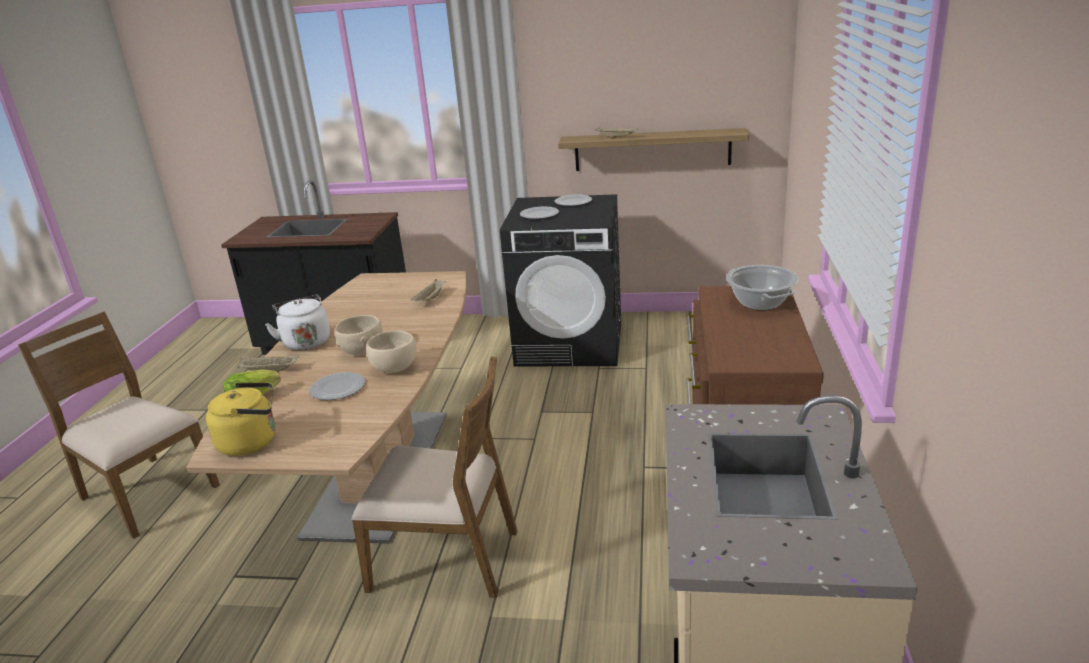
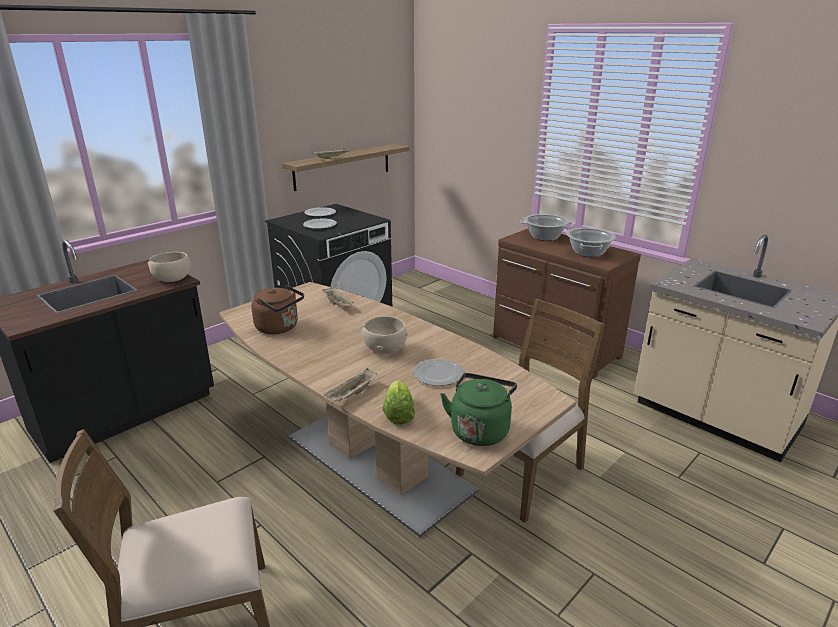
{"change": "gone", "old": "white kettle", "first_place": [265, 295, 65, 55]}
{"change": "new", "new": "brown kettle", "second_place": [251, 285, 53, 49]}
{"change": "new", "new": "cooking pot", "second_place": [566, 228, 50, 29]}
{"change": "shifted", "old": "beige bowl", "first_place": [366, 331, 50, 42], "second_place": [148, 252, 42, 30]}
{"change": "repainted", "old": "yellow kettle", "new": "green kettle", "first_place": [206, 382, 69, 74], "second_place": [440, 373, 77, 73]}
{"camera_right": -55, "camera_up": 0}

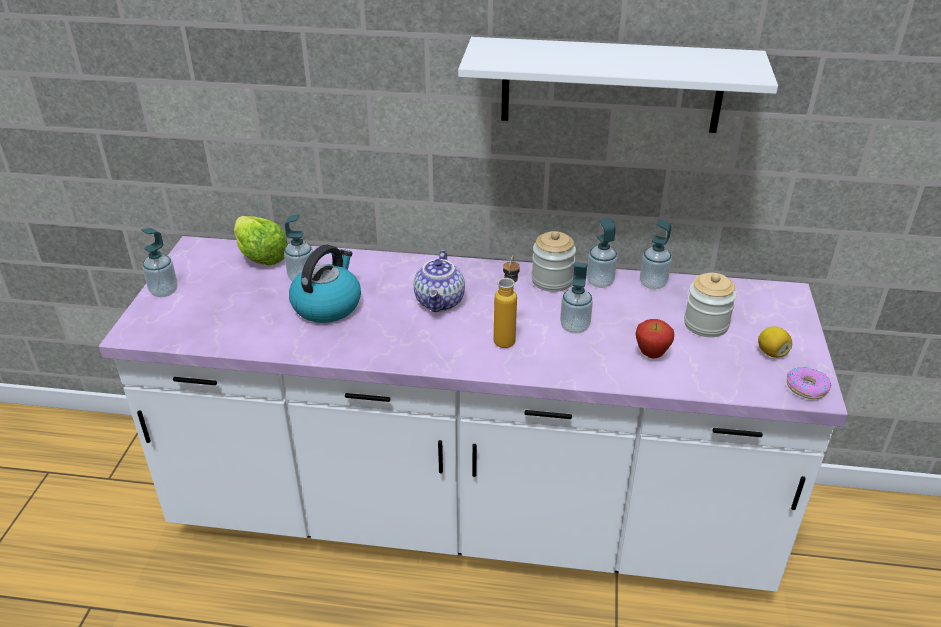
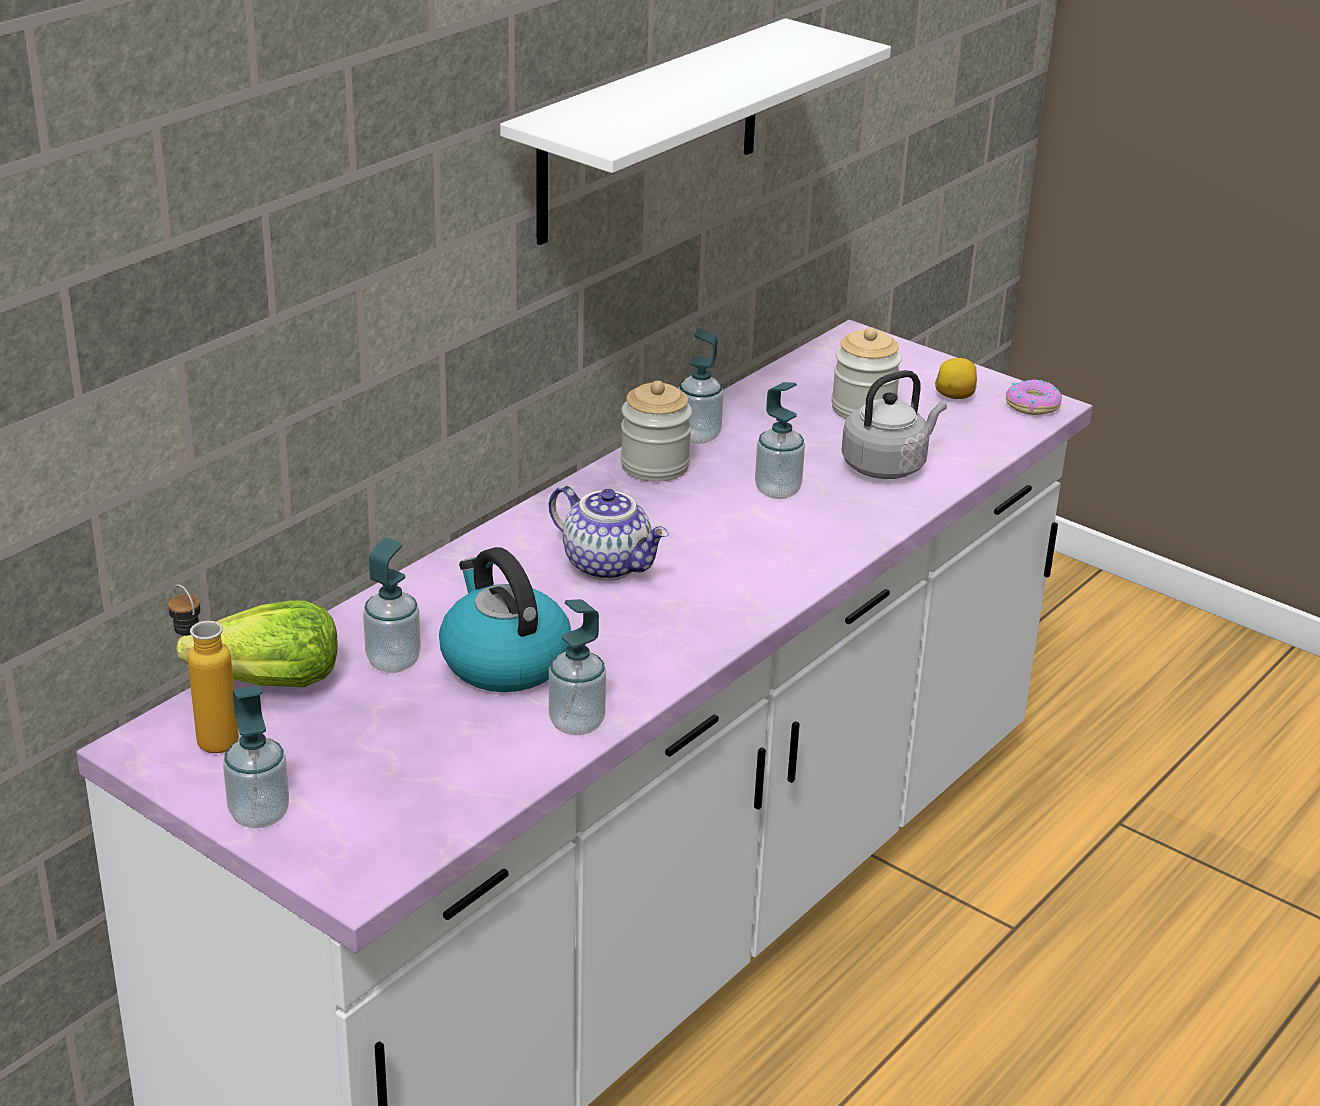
{"change": "shifted", "old": "bottle", "first_place": [494, 256, 26, 92], "second_place": [168, 584, 71, 169]}
{"change": "shifted", "old": "soap dispenser", "first_place": [640, 219, 32, 71], "second_place": [549, 599, 57, 136]}
{"change": "swapped", "old": "apple", "new": "grey kettle", "first_place": [636, 319, 38, 39], "second_place": [841, 370, 106, 109]}
{"camera_right": -60, "camera_up": -5}

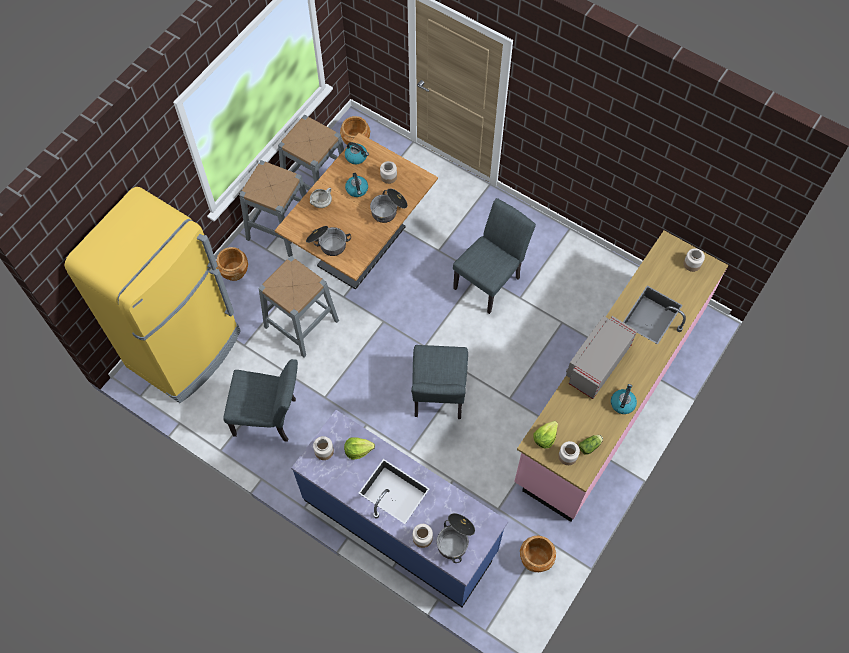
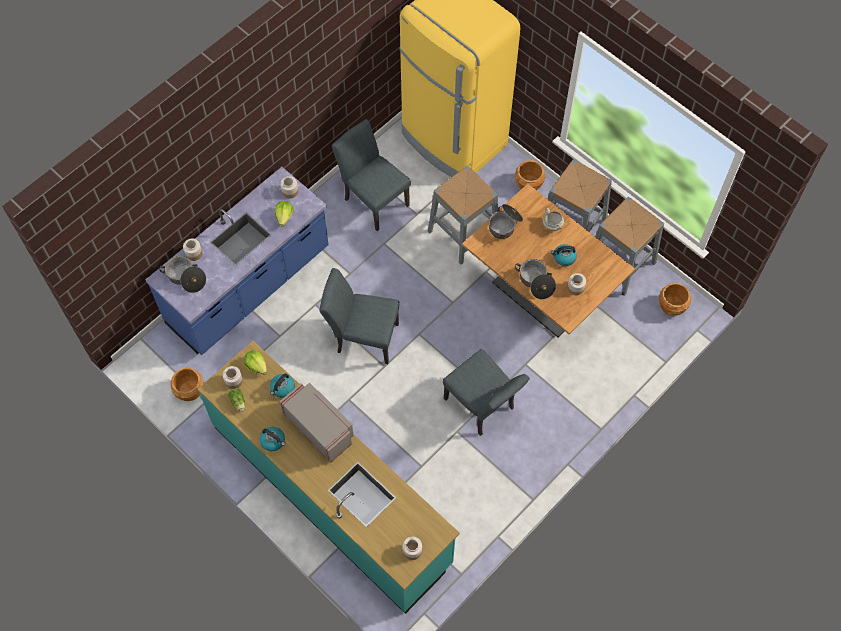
{"change": "shifted", "old": "kettle", "first_place": [345, 142, 24, 22], "second_place": [270, 373, 25, 25]}
{"change": "repainted", "old": "pink counter", "new": "turquoise counter", "first_place": [514, 231, 214, 291], "second_place": [198, 341, 262, 273]}
{"change": "rotated", "old": "grey chair", "first_place": [223, 359, 75, 83], "second_place": [332, 119, 79, 112], "degrees": 120}
{"camera_right": 100, "camera_up": 0}

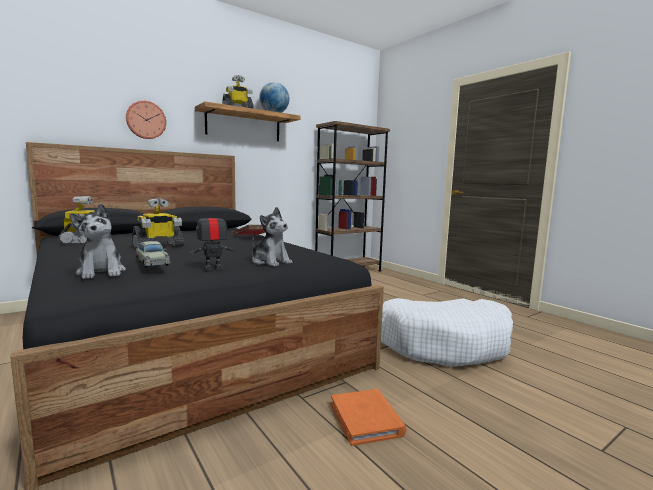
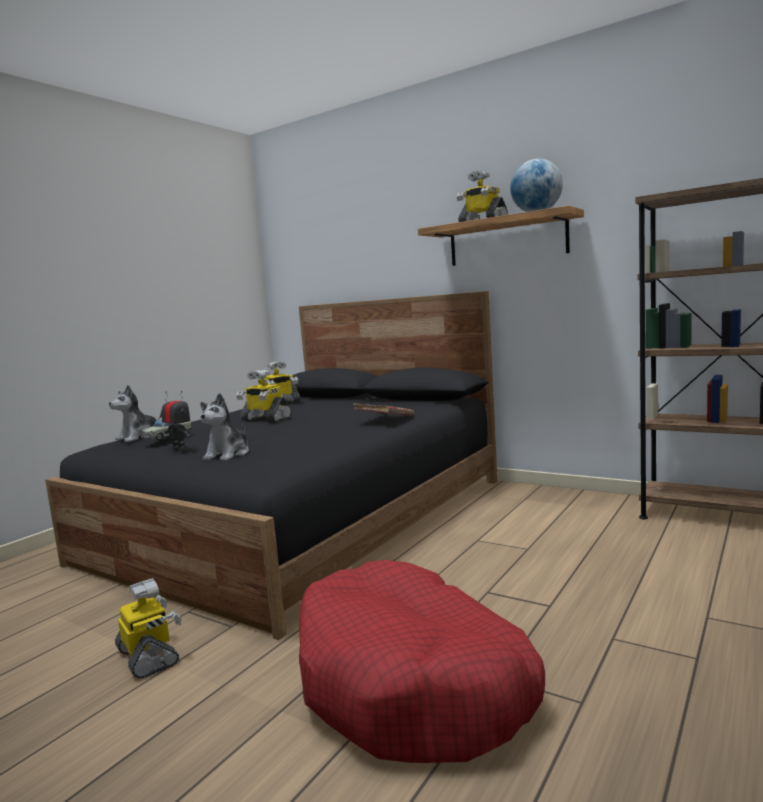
{"change": "gone", "old": "wall clock", "first_place": [126, 100, 40, 39]}
{"change": "swapped", "old": "orange book", "new": "toy robot", "first_place": [331, 389, 75, 57], "second_place": [115, 578, 66, 100]}
{"change": "repainted", "old": "white dog bed", "new": "red dog bed", "first_place": [381, 298, 132, 69], "second_place": [299, 560, 246, 203]}
{"camera_right": 70, "camera_up": 0}

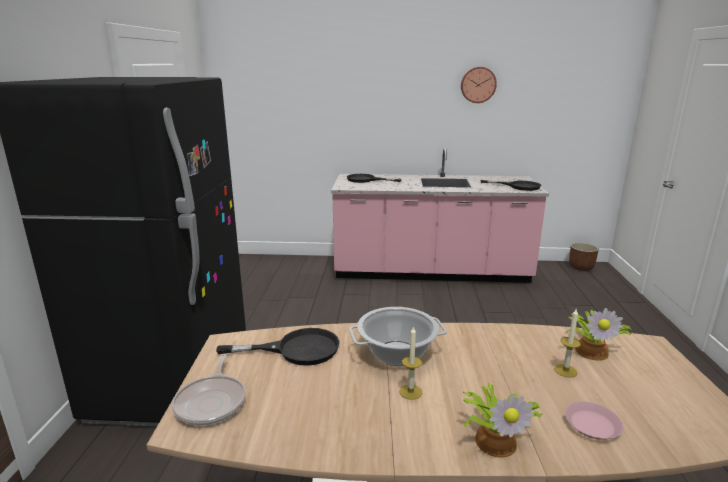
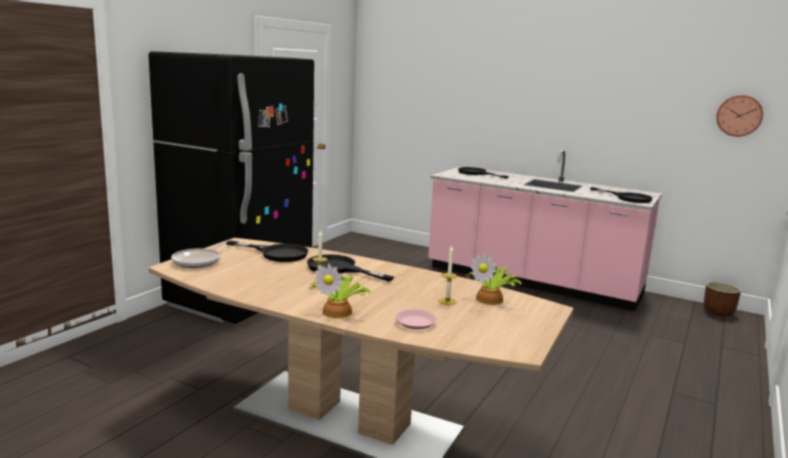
{"change": "shifted", "old": "wall clock", "first_place": [461, 67, 36, 36], "second_place": [716, 95, 47, 42]}
{"change": "swapped", "old": "cooking pot", "new": "black frying pan", "first_place": [349, 307, 98, 59], "second_place": [307, 254, 87, 28]}
{"camera_right": 25, "camera_up": -5}

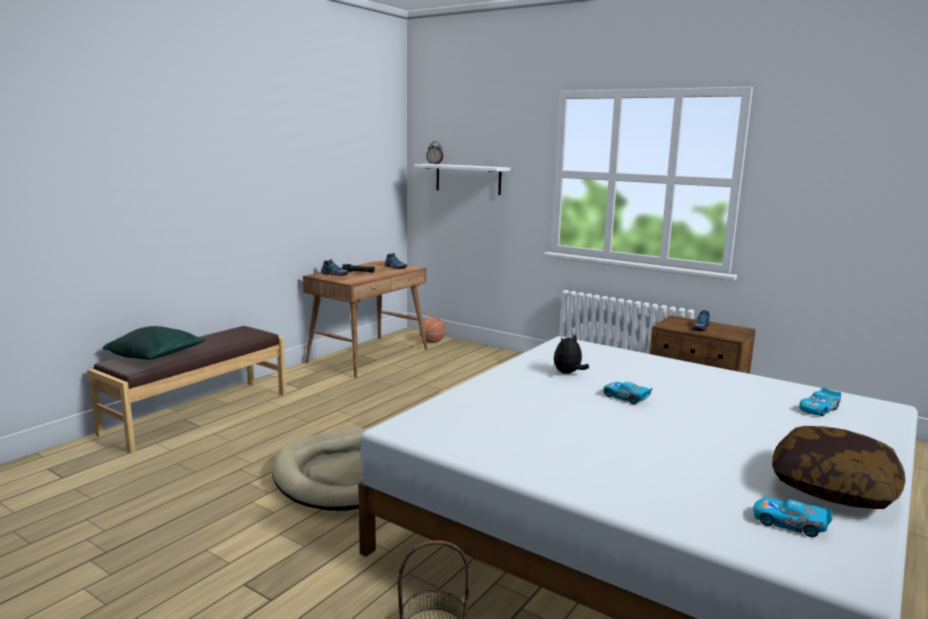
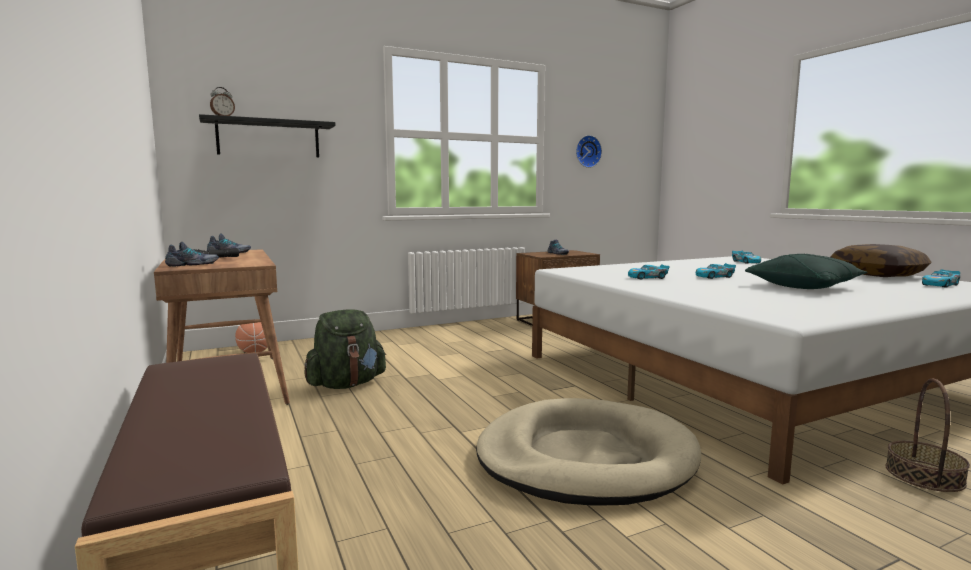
{"change": "new", "new": "green backpack", "second_place": [304, 309, 82, 80]}
{"change": "new", "new": "wall clock", "second_place": [576, 135, 26, 33]}
{"change": "shifted", "old": "green pillow", "first_place": [102, 326, 104, 34], "second_place": [745, 254, 122, 35]}
{"change": "swapped", "old": "plush toy", "new": "toy car", "first_place": [554, 333, 35, 41], "second_place": [628, 264, 42, 16]}
{"change": "repainted", "old": "white shelf", "new": "black shelf", "first_place": [415, 164, 95, 31], "second_place": [199, 114, 136, 43]}
{"camera_right": -60, "camera_up": -5}

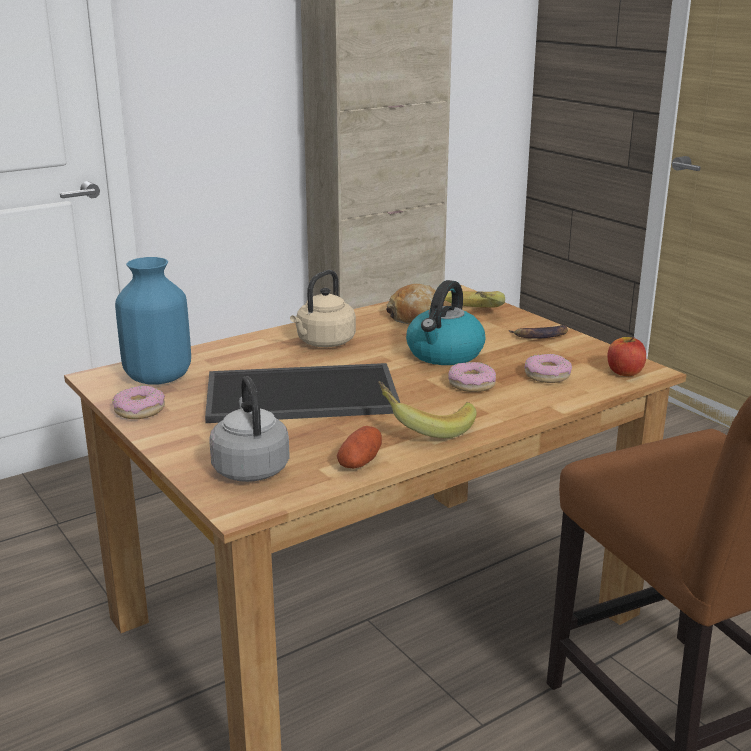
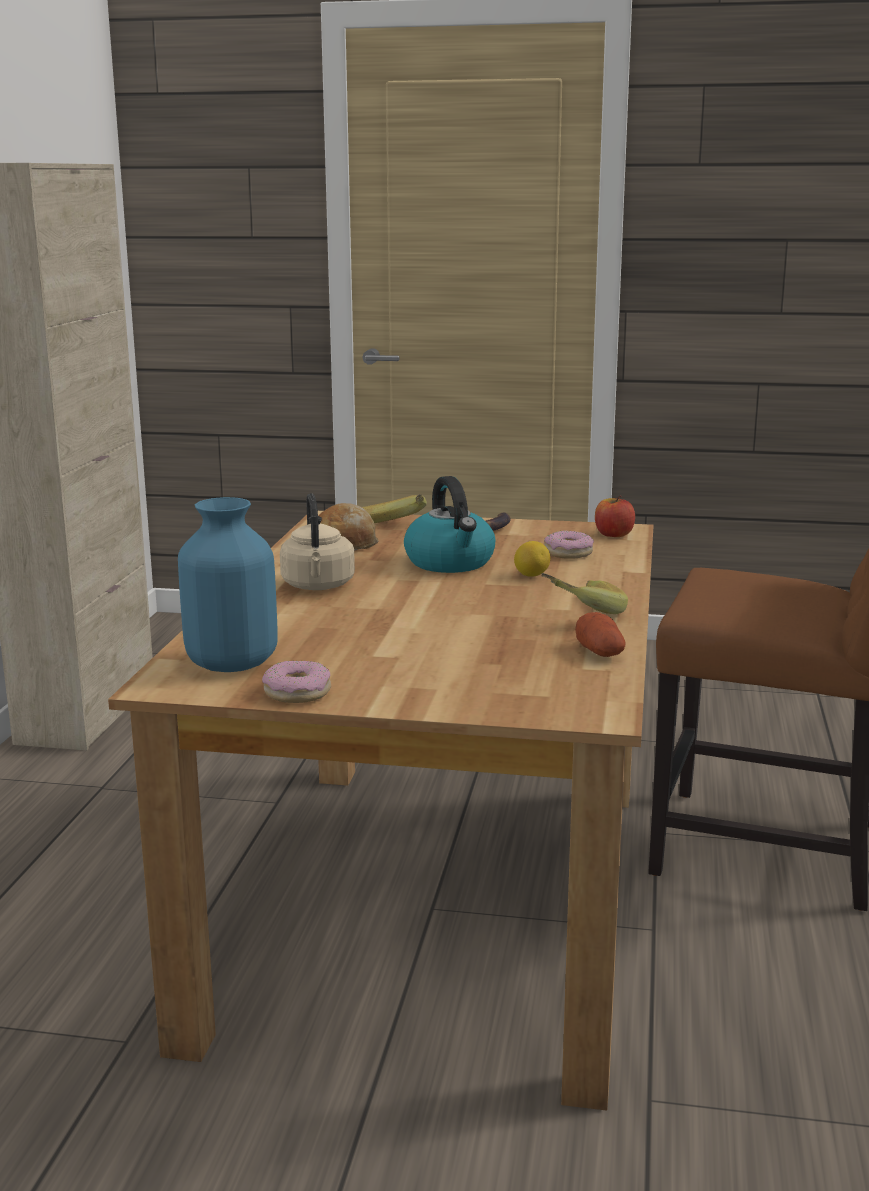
{"change": "gone", "old": "tray", "first_place": [205, 363, 195, 60]}
{"change": "gone", "old": "grey kettle", "first_place": [210, 376, 80, 106]}
{"change": "swapped", "old": "donut", "new": "lemon", "first_place": [449, 362, 47, 30], "second_place": [514, 541, 36, 36]}
{"camera_right": -45, "camera_up": -5}

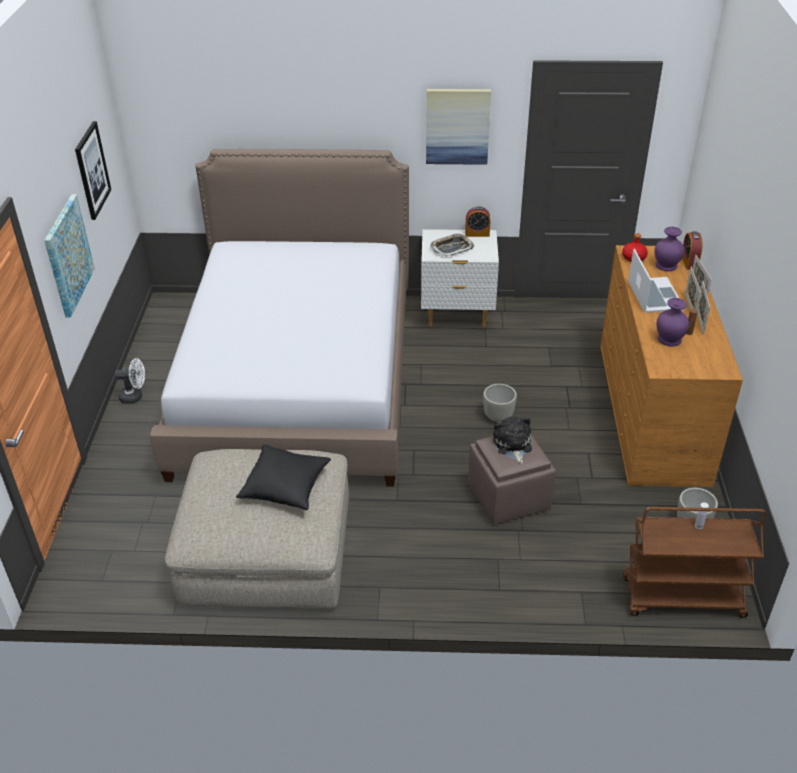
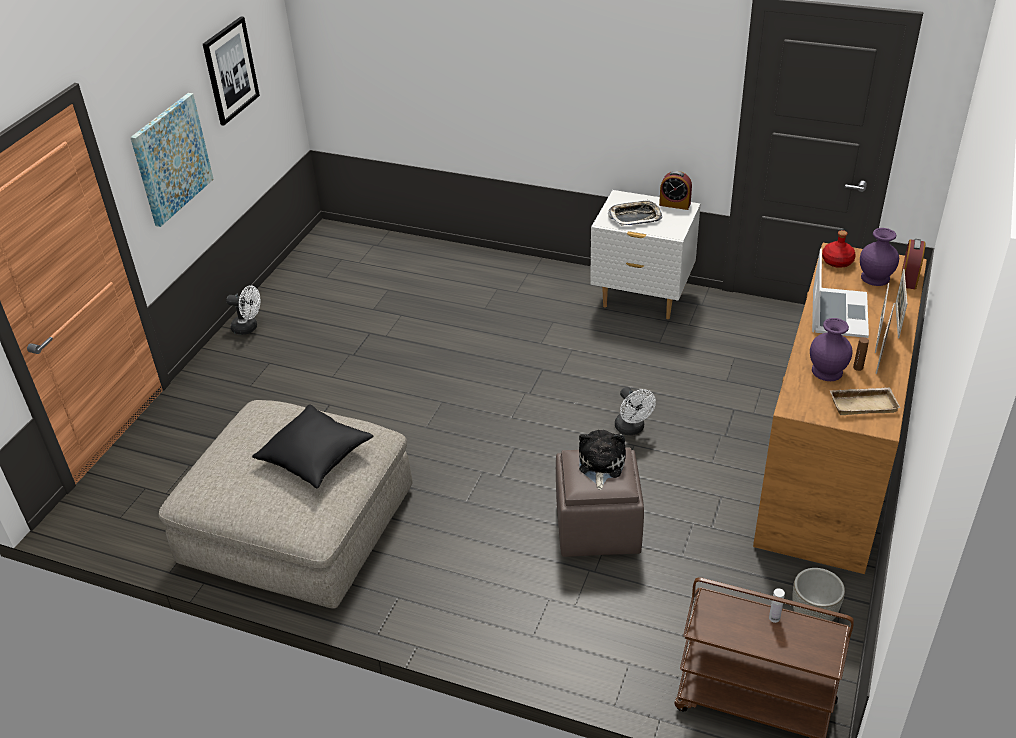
{"change": "gone", "old": "bed", "first_place": [151, 149, 258, 338]}
{"change": "gone", "old": "picture", "first_place": [426, 89, 65, 76]}
{"change": "new", "new": "beige tray", "second_place": [829, 388, 72, 27]}
{"change": "swapped", "old": "grey planter", "new": "white fan", "first_place": [483, 384, 34, 38], "second_place": [615, 387, 41, 48]}
{"camera_right": 20, "camera_up": 0}

